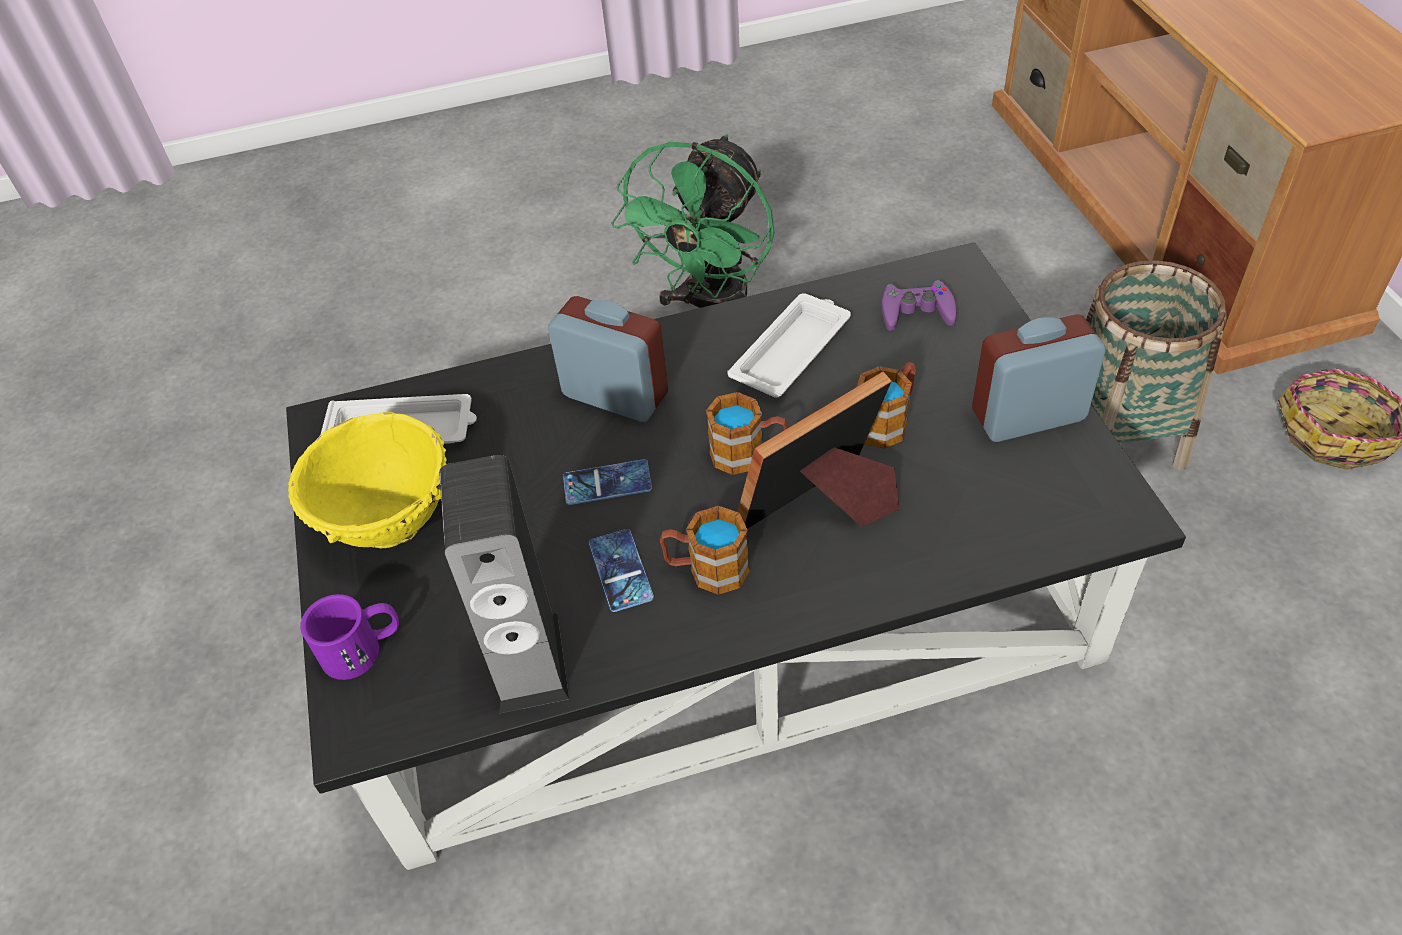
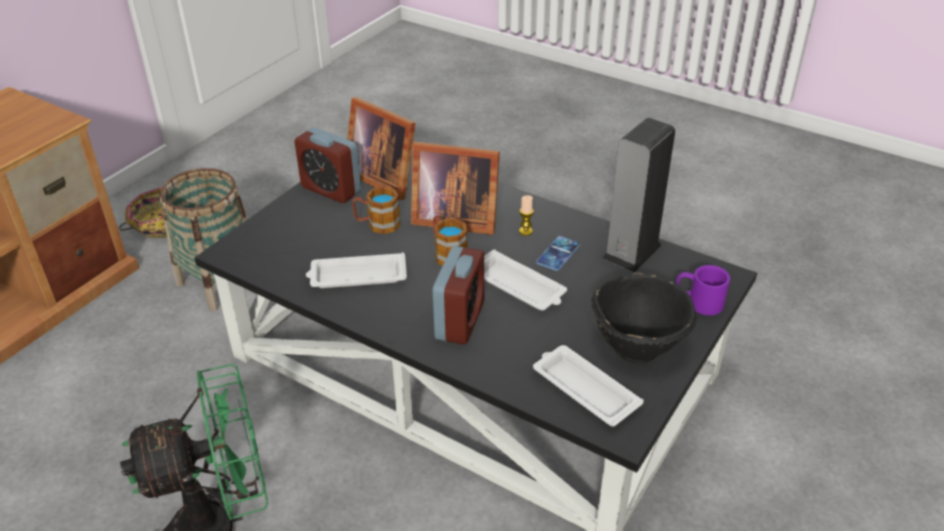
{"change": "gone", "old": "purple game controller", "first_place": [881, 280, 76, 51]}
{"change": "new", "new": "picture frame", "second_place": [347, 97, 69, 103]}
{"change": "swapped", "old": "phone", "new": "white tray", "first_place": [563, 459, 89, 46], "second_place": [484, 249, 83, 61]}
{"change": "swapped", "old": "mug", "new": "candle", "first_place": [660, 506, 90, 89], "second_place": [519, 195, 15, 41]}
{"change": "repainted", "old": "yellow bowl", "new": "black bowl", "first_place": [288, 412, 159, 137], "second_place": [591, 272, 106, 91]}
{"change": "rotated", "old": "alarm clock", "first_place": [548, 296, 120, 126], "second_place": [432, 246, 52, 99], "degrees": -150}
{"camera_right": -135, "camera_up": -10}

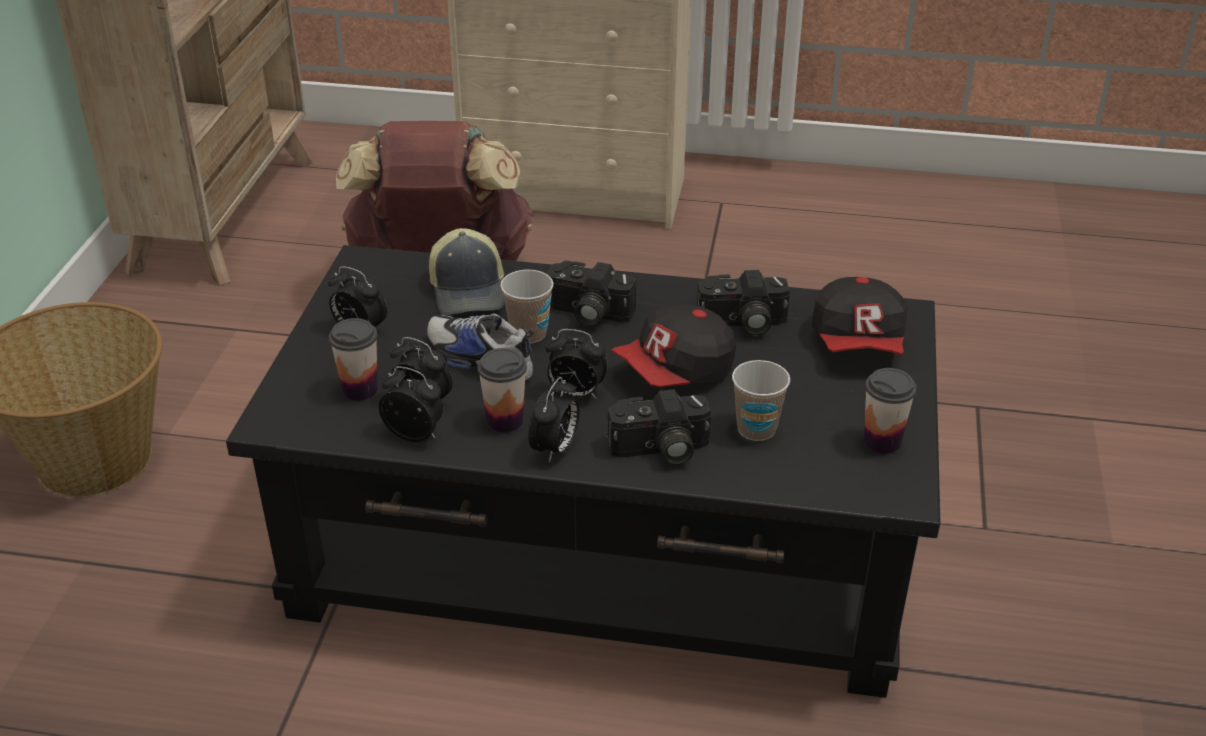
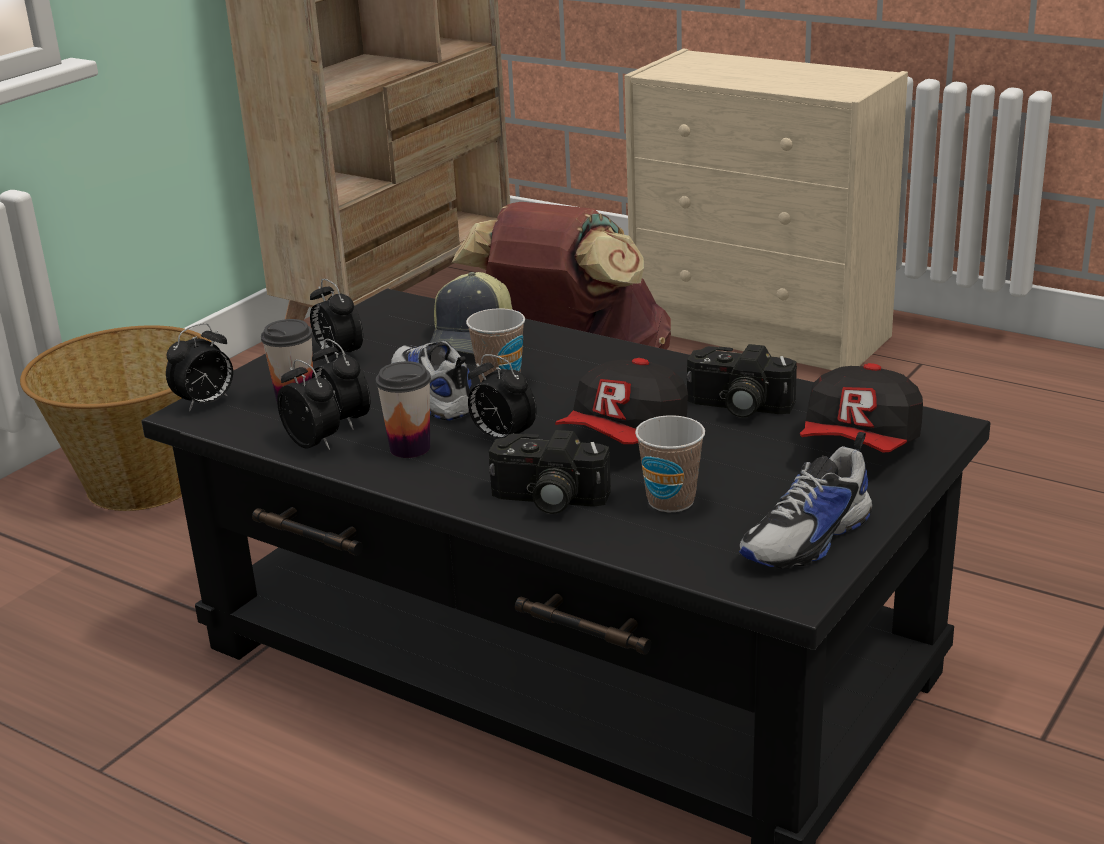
{"change": "gone", "old": "photo camera", "first_place": [546, 261, 90, 66]}
{"change": "shifted", "old": "alarm clock", "first_place": [528, 377, 51, 86], "second_place": [166, 323, 67, 89]}
{"change": "swapped", "old": "cup", "new": "shoe", "first_place": [864, 368, 53, 86], "second_place": [739, 432, 133, 137]}
{"change": "rotated", "old": "cap", "first_place": [611, 305, 125, 82], "second_place": [555, 358, 133, 86], "degrees": -45}
{"camera_right": 25, "camera_up": -10}

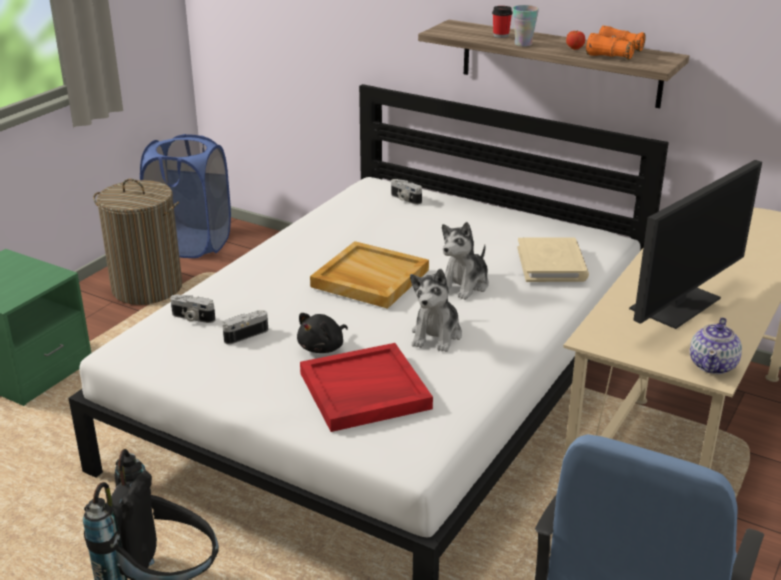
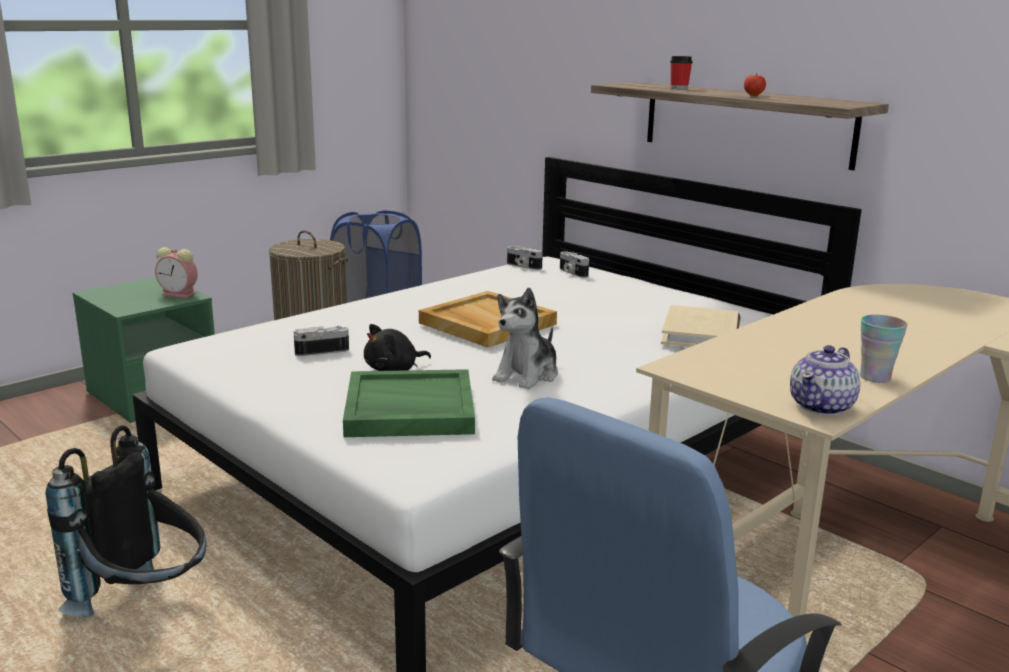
{"change": "gone", "old": "plush toy", "first_place": [442, 222, 47, 78]}
{"change": "gone", "old": "orange binoculars", "first_place": [586, 26, 60, 34]}
{"change": "gone", "old": "monitor", "first_place": [629, 160, 133, 169]}
{"change": "new", "new": "alarm clock", "second_place": [155, 247, 43, 51]}
{"change": "shifted", "old": "photo camera", "first_place": [170, 295, 45, 28], "second_place": [507, 246, 36, 24]}
{"change": "shifted", "old": "cup", "first_place": [513, 5, 26, 41], "second_place": [860, 315, 47, 68]}
{"change": "repainted", "old": "red tray", "new": "green tray", "first_place": [300, 343, 133, 89], "second_place": [343, 369, 132, 68]}
{"camera_right": 15, "camera_up": -10}

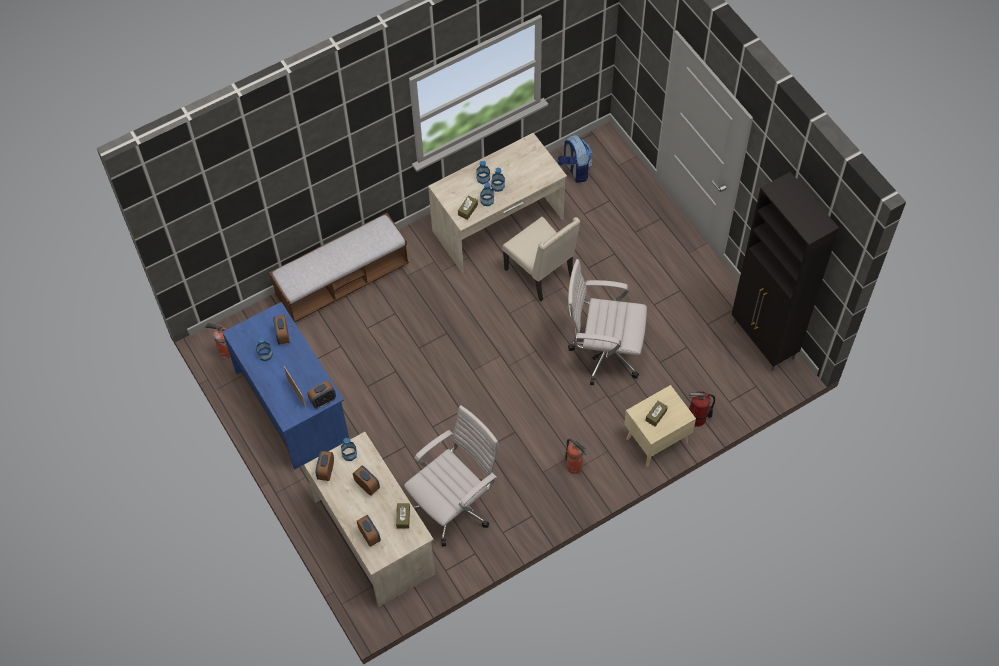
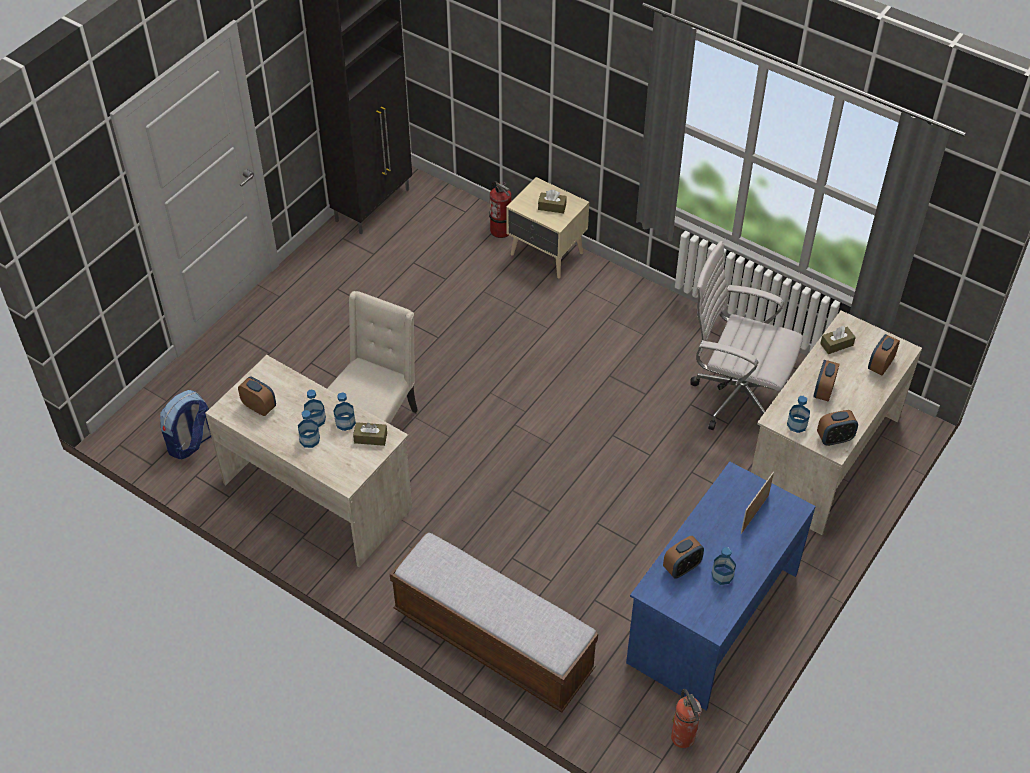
{"change": "gone", "old": "fire extinguisher", "first_place": [564, 438, 23, 36]}
{"change": "gone", "old": "white office chair", "first_place": [568, 259, 79, 126]}
{"change": "shifted", "old": "alarm clock", "first_place": [307, 381, 29, 28], "second_place": [238, 377, 38, 39]}
{"camera_right": -115, "camera_up": -10}

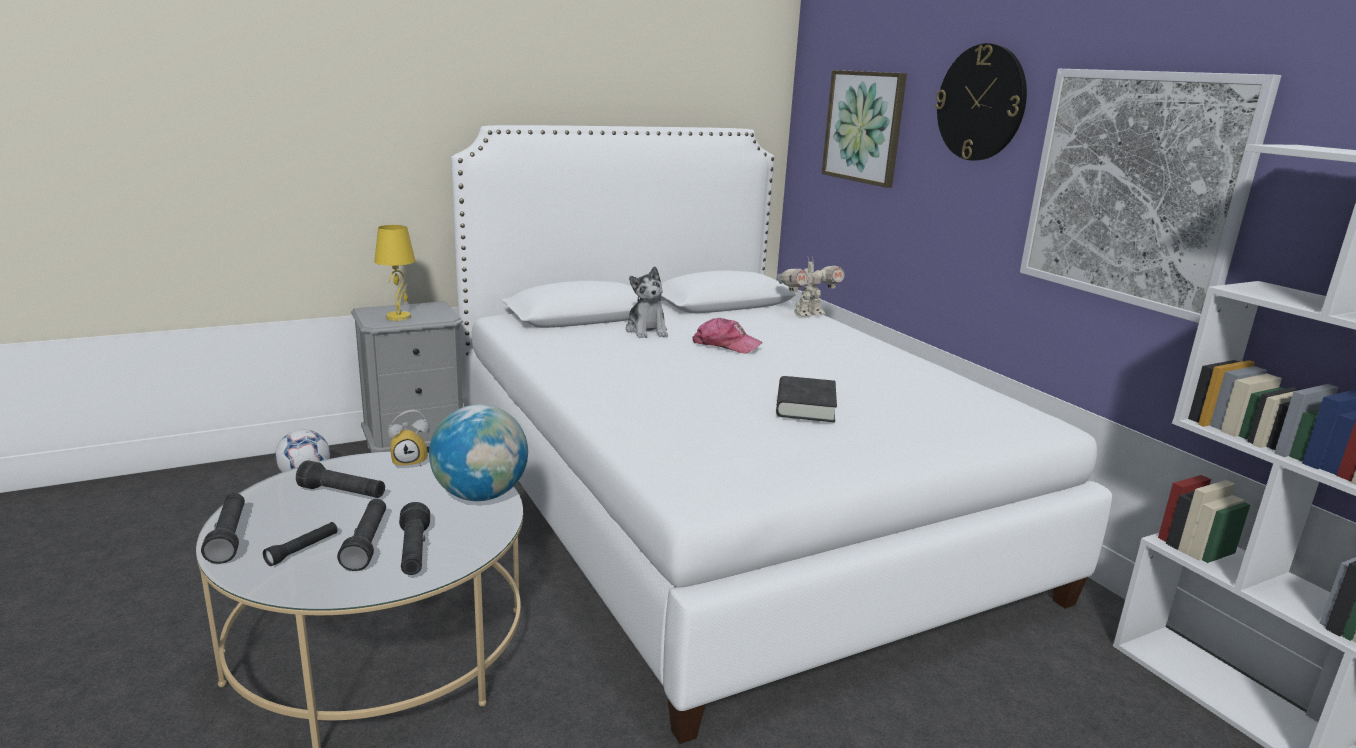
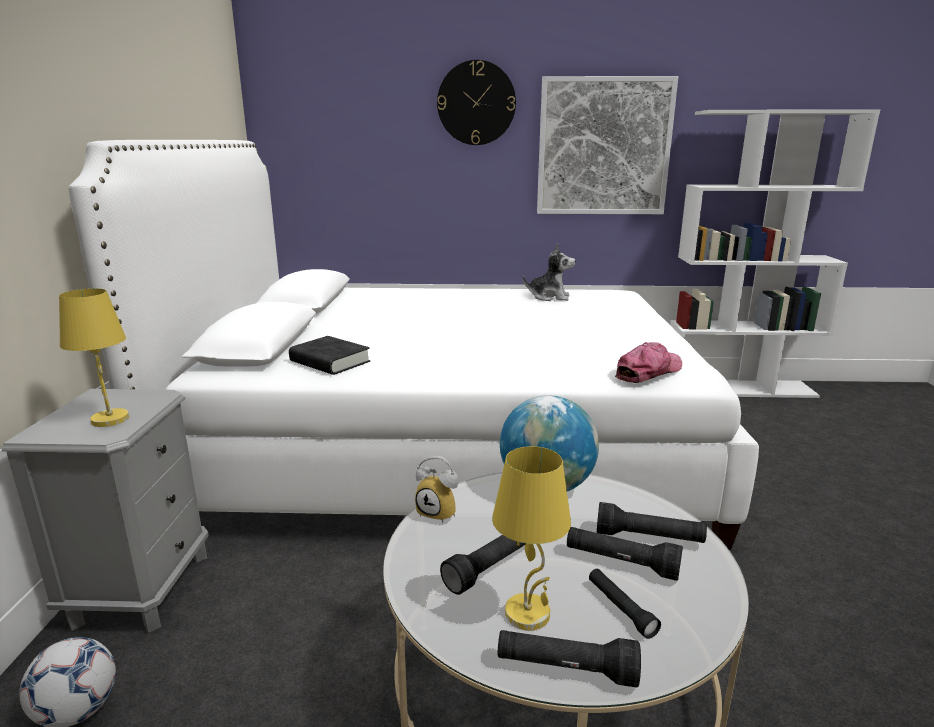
{"change": "gone", "old": "toy robot", "first_place": [777, 259, 68, 58]}
{"change": "gone", "old": "picture", "first_place": [822, 70, 85, 118]}
{"change": "new", "new": "yellow table lamp", "second_place": [492, 446, 79, 184]}
{"change": "shifted", "old": "plush toy", "first_place": [626, 266, 42, 72], "second_place": [523, 244, 53, 57]}
{"change": "shifted", "old": "cap", "first_place": [692, 318, 71, 35], "second_place": [615, 342, 67, 41]}
{"change": "shifted", "old": "black book", "first_place": [776, 376, 61, 46], "second_place": [289, 336, 81, 39]}
{"change": "rotated", "old": "alarm clock", "first_place": [388, 409, 42, 59], "second_place": [415, 456, 43, 67], "degrees": 105}
{"camera_right": -60, "camera_up": 0}

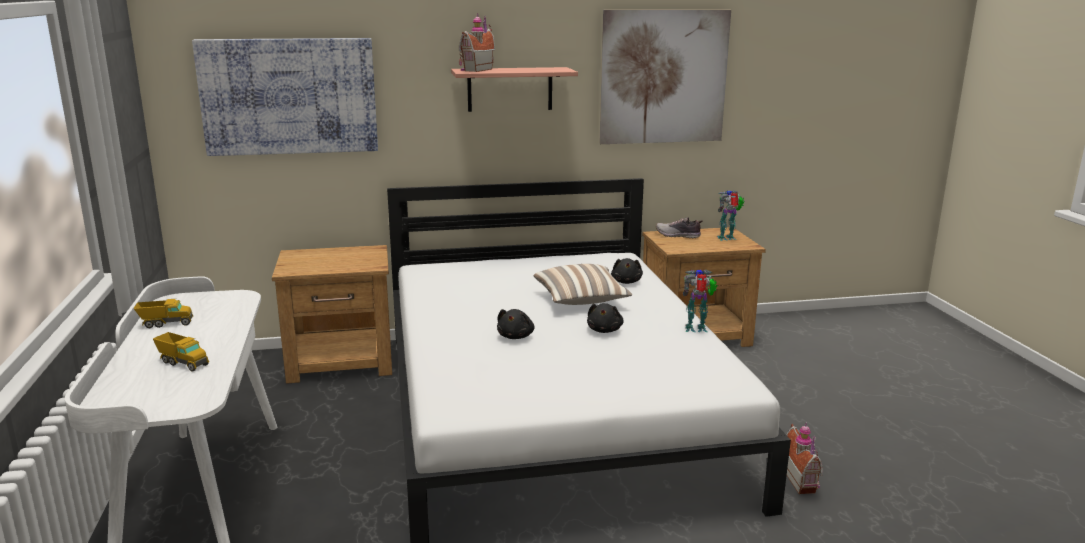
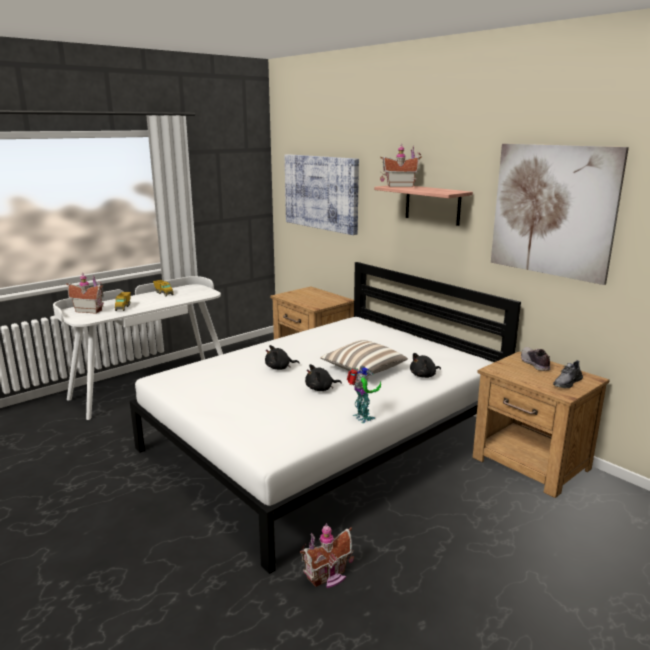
{"change": "new", "new": "toy house", "second_place": [66, 273, 38, 41]}
{"change": "swapped", "old": "toy robot", "new": "grey shoe", "first_place": [716, 190, 28, 51], "second_place": [553, 360, 30, 28]}
{"camera_right": 60, "camera_up": 0}

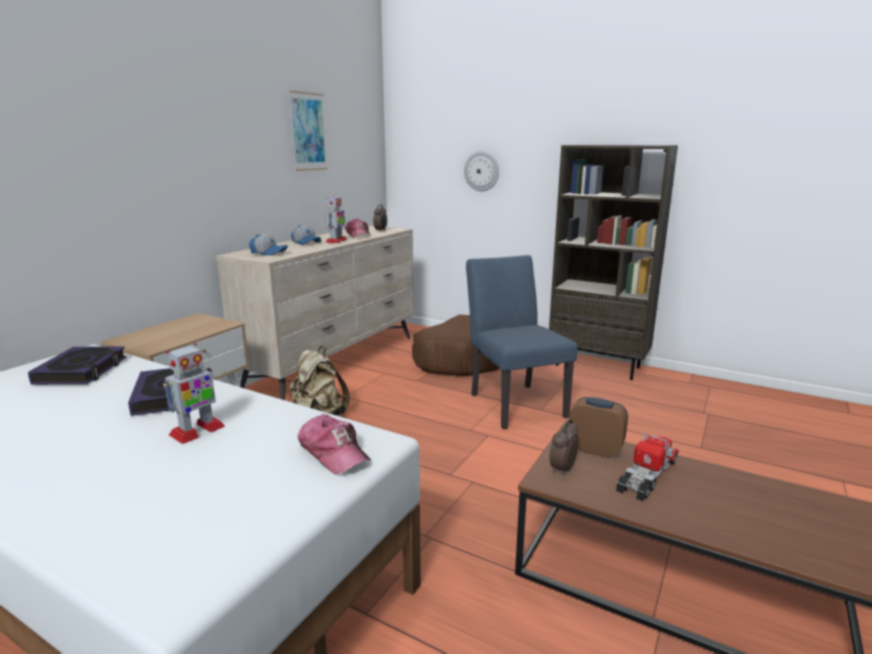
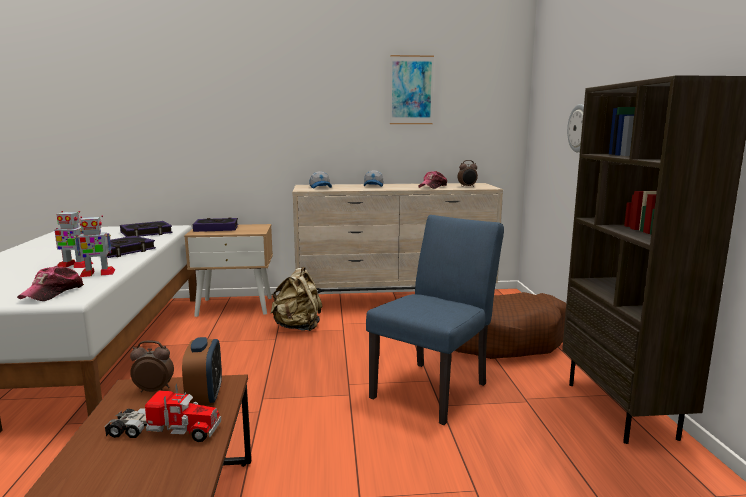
{"change": "new", "new": "book", "second_place": [193, 217, 45, 15]}
{"change": "shifted", "old": "toy robot", "first_place": [325, 196, 22, 47], "second_place": [75, 215, 40, 62]}
{"camera_right": 55, "camera_up": -5}

